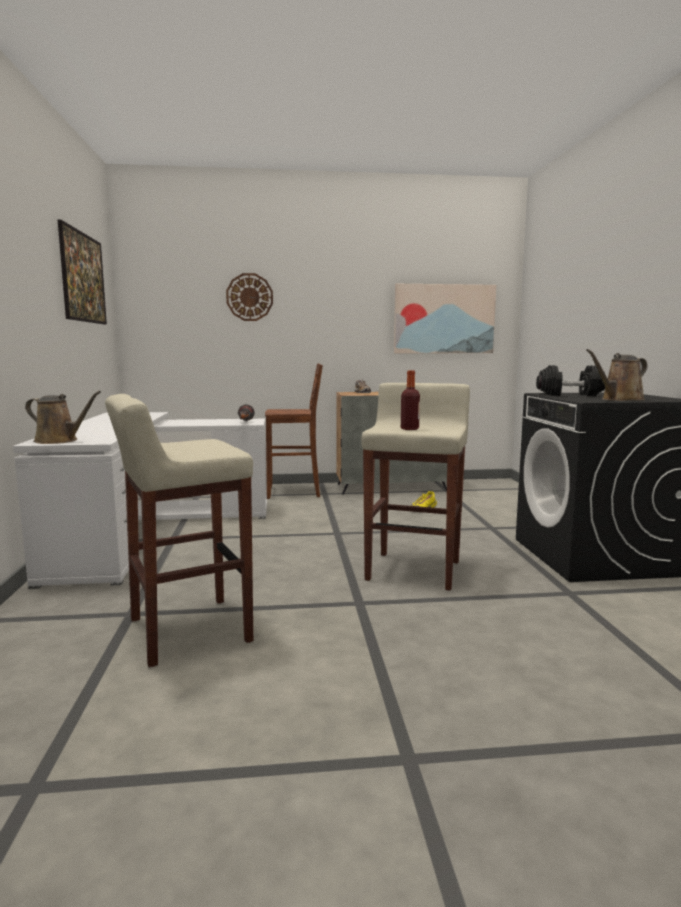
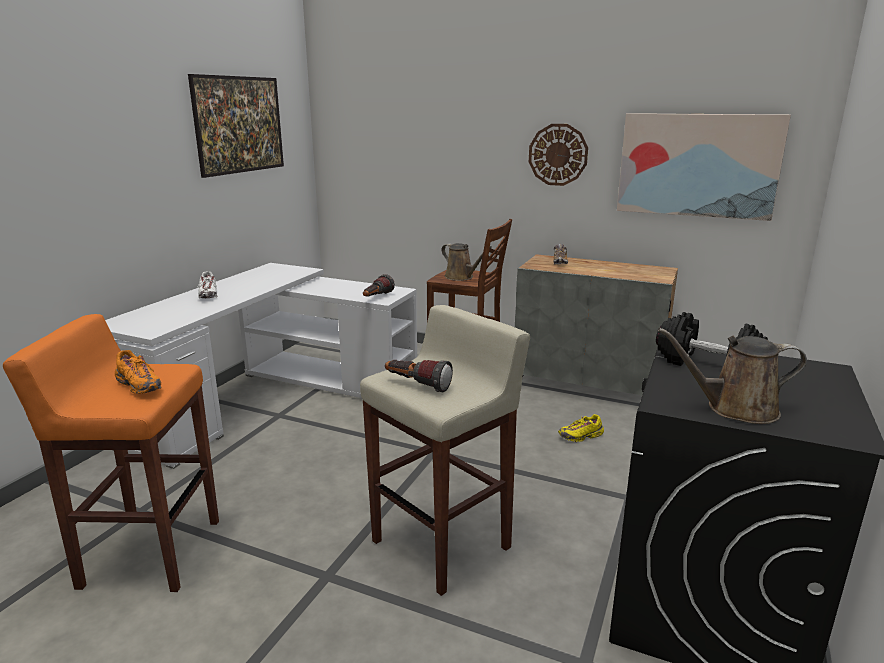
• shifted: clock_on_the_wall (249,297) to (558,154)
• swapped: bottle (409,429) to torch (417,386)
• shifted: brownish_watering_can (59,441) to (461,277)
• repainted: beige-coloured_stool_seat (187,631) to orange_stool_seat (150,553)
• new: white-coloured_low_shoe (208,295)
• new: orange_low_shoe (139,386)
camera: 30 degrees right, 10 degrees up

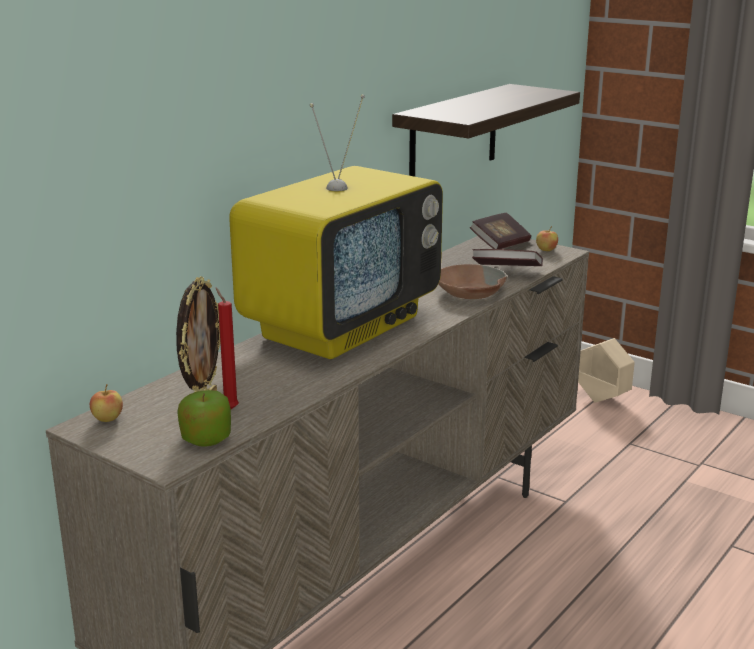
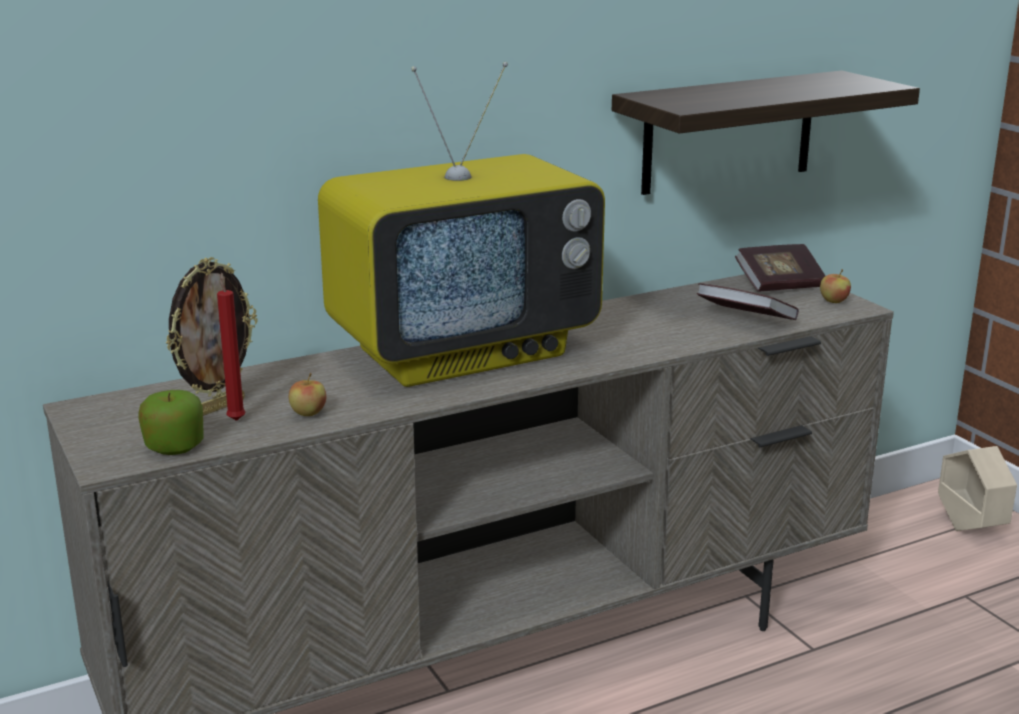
• gone: brownish_serving_bowl (469,292)
• shifted: apple_fruit (107,419) to (308,413)
camera: 25 degrees right, 0 degrees up

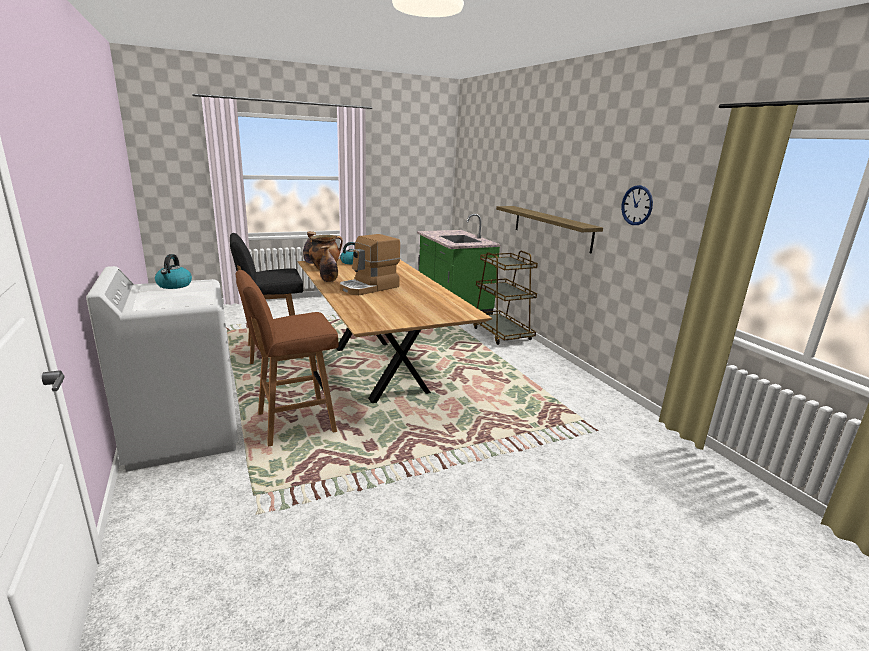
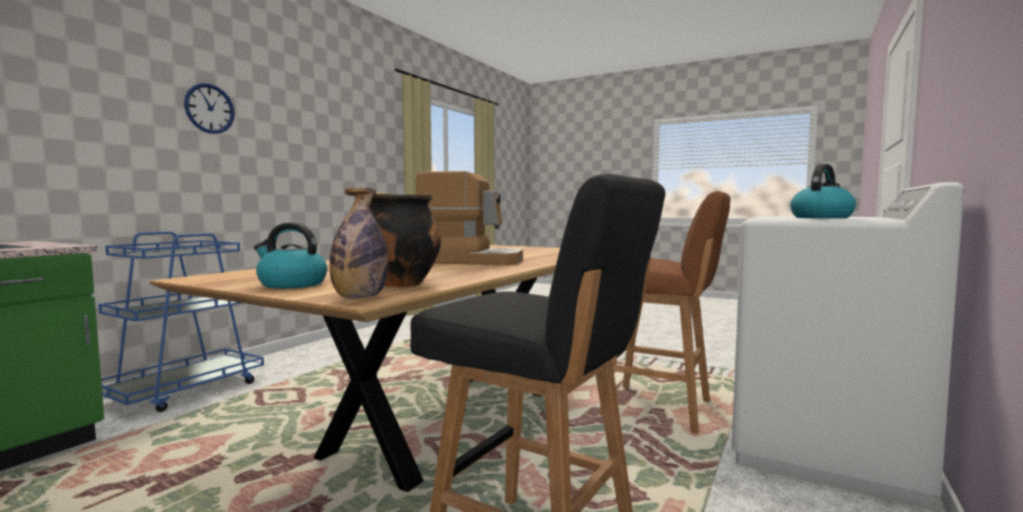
• shifted: clock_on_the_wall (637,205) to (209,108)
• gone: shelf (551,228)
• gone: bottle (329,281)
• repainted: brownish_cart (501,333) to blue-coloured_cart (185,391)
camera: 125 degrees left, 15 degrees down

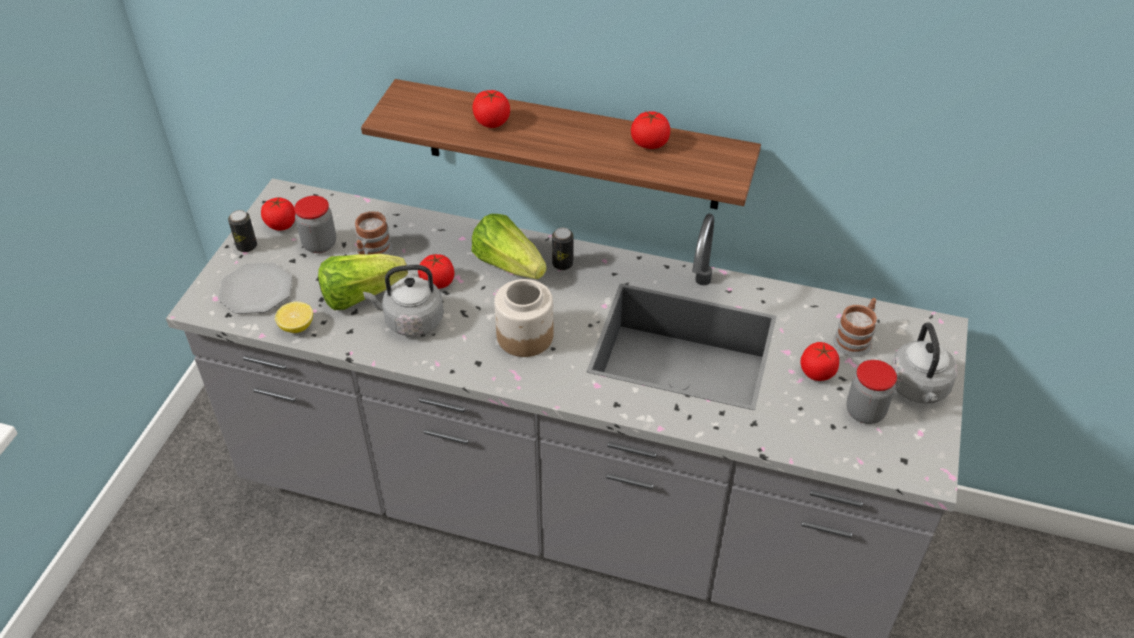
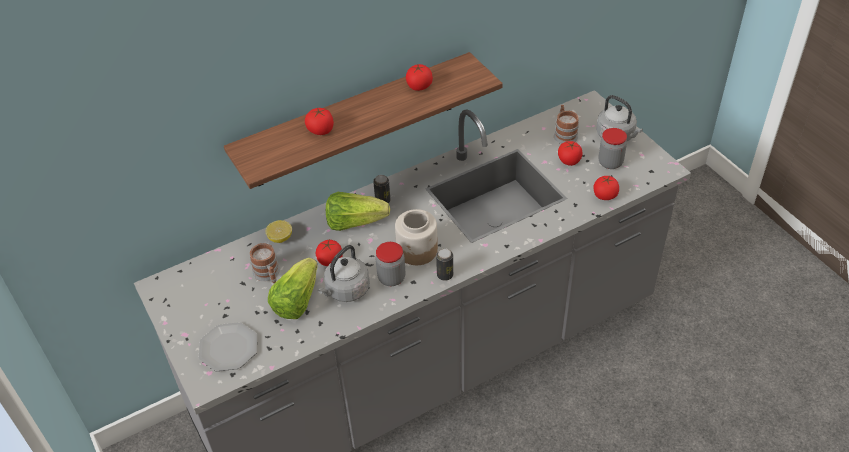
• shifted: preserve_jar (319,244) to (391,278)
• shifted: fresh_tomato (281,224) to (605,195)
• shifted: metal_can (247,246) to (445,275)
• shifted: whole_lemon (297,327) to (280,238)
camera: 45 degrees left, 0 degrees up

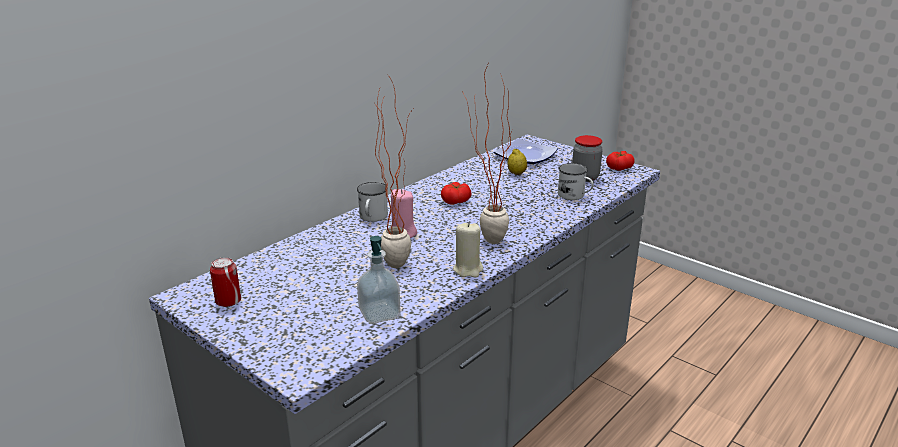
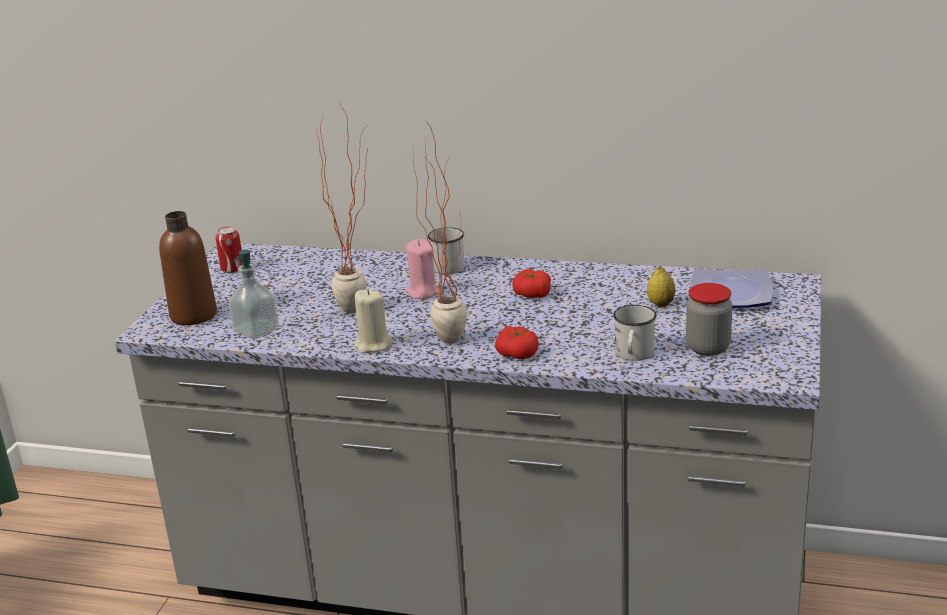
• shifted: fresh_tomato (619,168) to (517,353)
• new: brownish_bottle (193,315)
camera: 65 degrees right, 0 degrees up

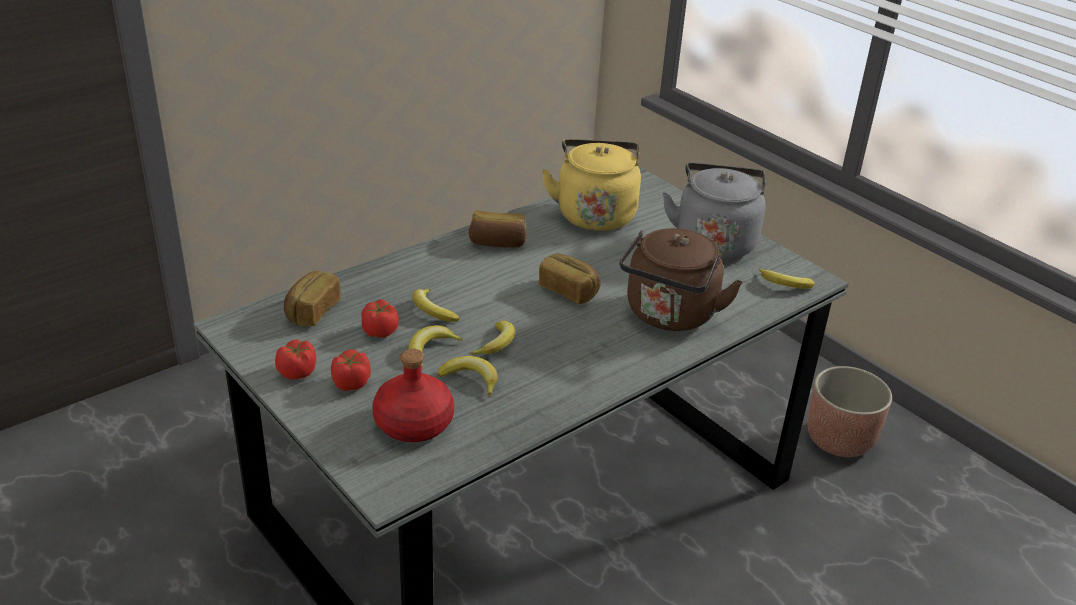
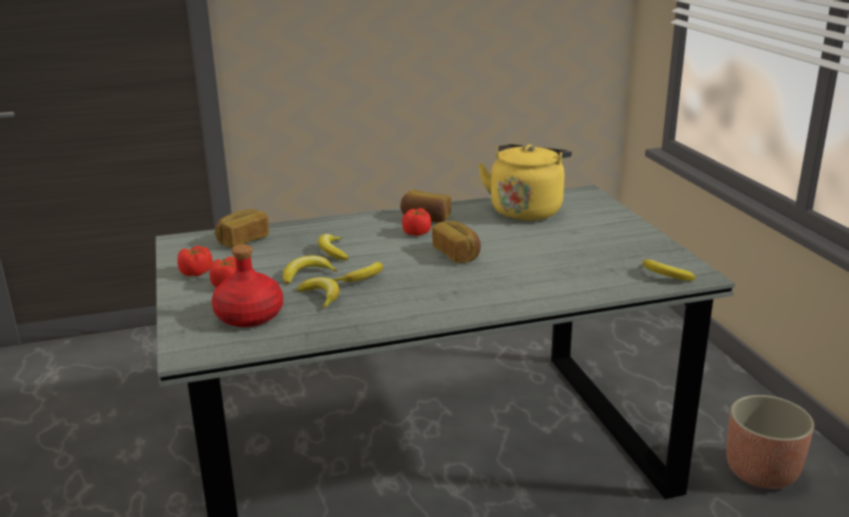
• gone: greyish_kettle (714,241)
• gone: brownish_kettle (669,316)
• shifted: fresh_tomato (380,331) to (417,233)
camera: 25 degrees right, 10 degrees down

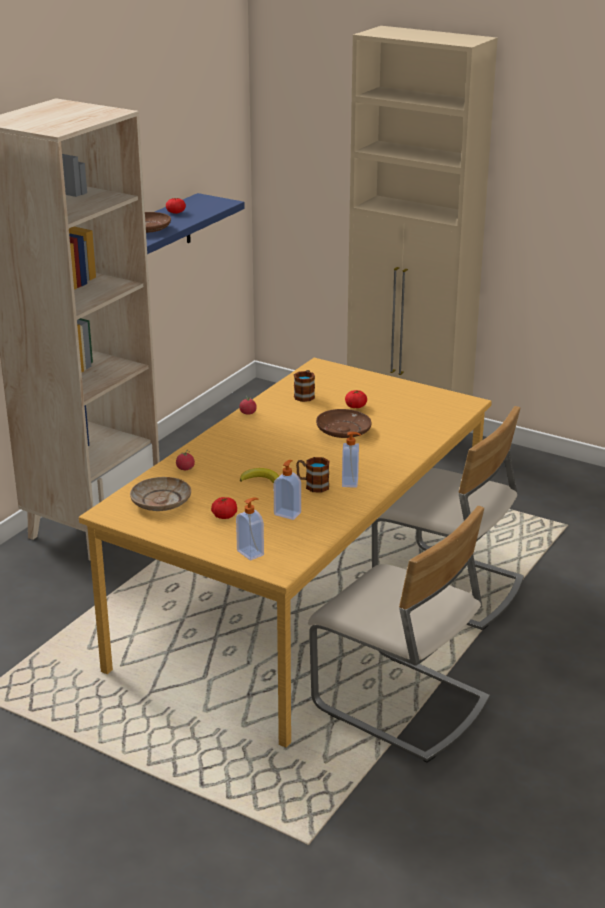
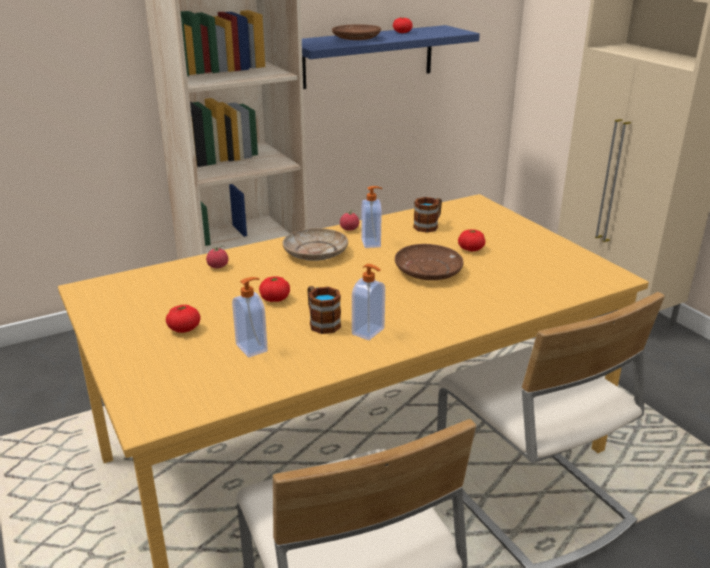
• swapped: banana (260,479) to fresh_tomato (275,299)
• shifted: beige-coloured_flat_dish (161,502) to (315,252)
• shifted: soap_dispenser (251,553) to (372,243)
camera: 30 degrees right, 0 degrees up

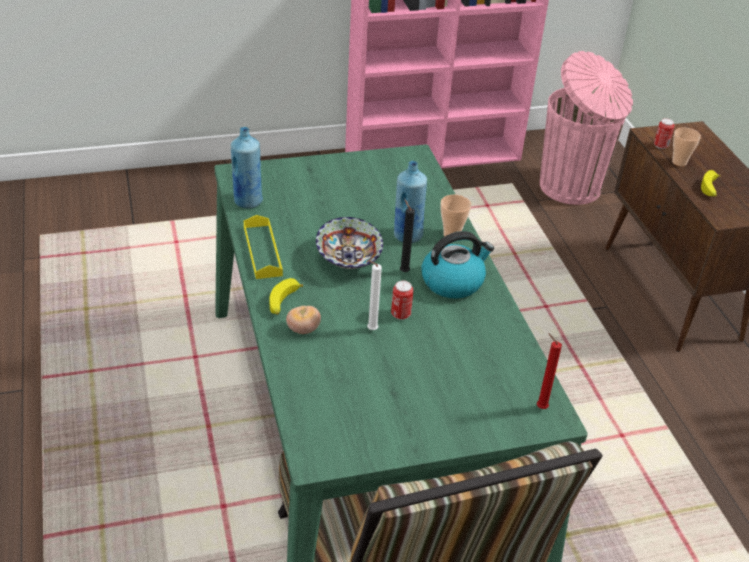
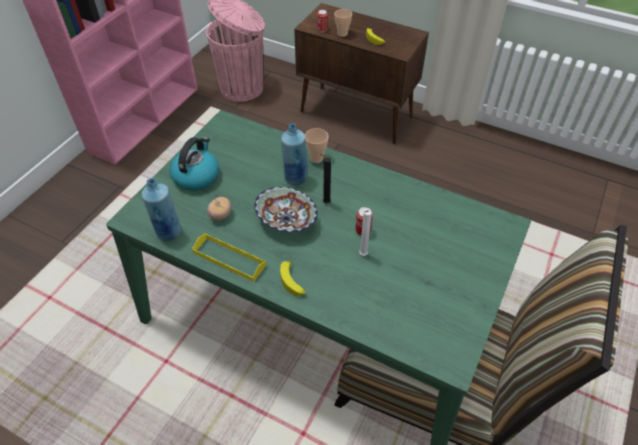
• shifted: kettle (453,281) to (196,176)
• shifted: fresh_tomato (303,329) to (220,215)
• gone: red-coloured_candle (540,407)
camera: 45 degrees left, 10 degrees up

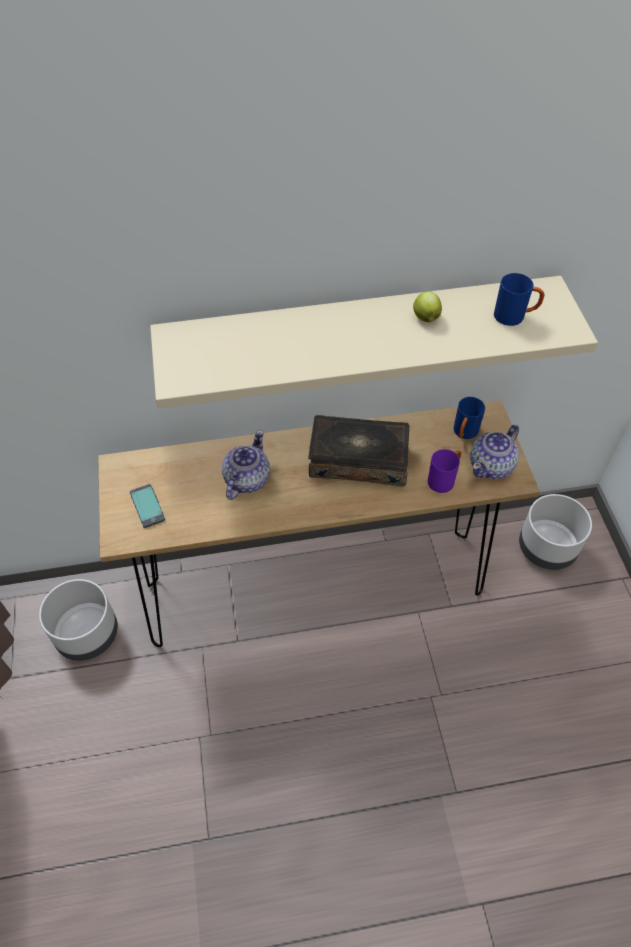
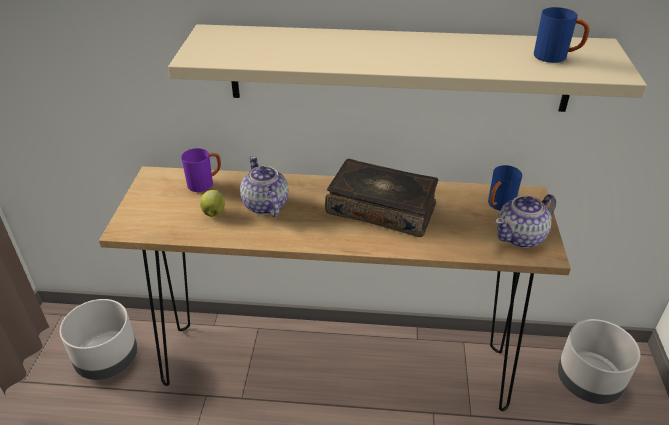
• shifted: apple_fruit (425,317) to (214,212)
• rotated: pot_for_tea (246,480) = (265,205) 60 degrees counterclockwise
• shifted: purplish_mug (444,479) to (205,183)
• gone: telephone (147,506)
camera: 15 degrees right, 15 degrees down

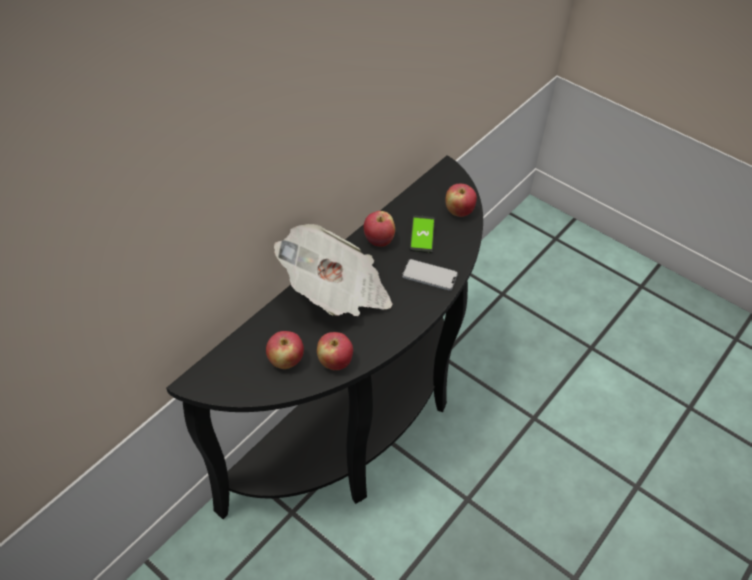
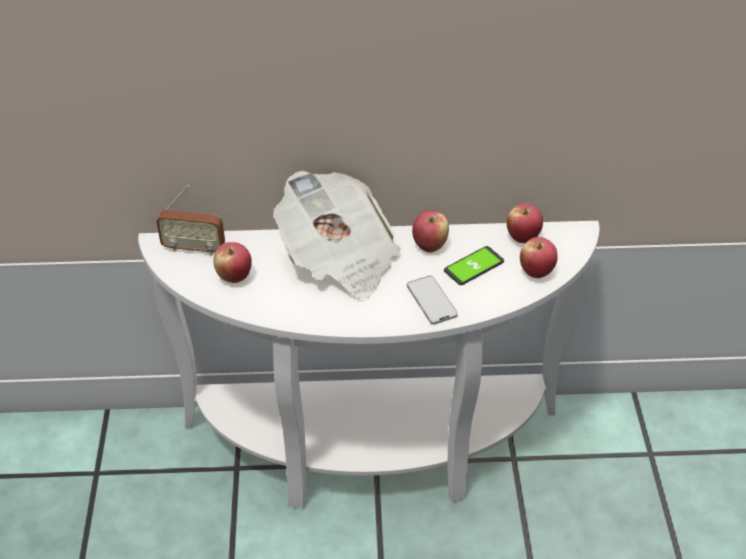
• repainted: black_narrow_table (363,424) to white-coloured_narrow_table (372,453)
• shifted: apple_fruit (334,362) to (522,237)
• new: radio_receiver (194,248)
camera: 50 degrees right, 5 degrees down

